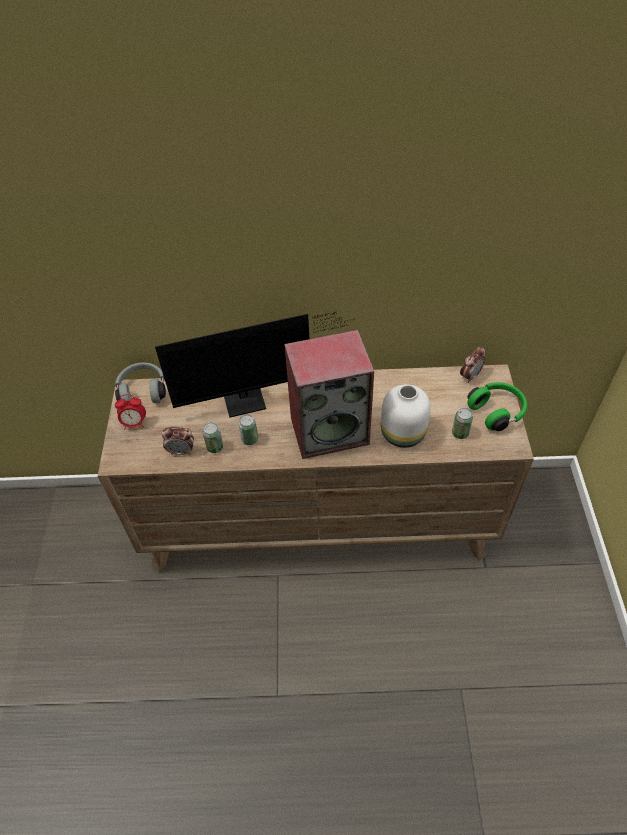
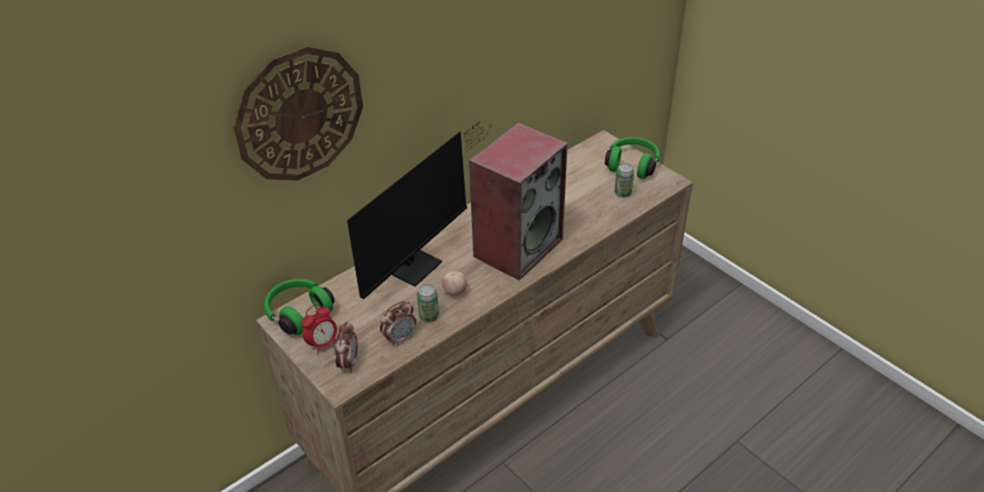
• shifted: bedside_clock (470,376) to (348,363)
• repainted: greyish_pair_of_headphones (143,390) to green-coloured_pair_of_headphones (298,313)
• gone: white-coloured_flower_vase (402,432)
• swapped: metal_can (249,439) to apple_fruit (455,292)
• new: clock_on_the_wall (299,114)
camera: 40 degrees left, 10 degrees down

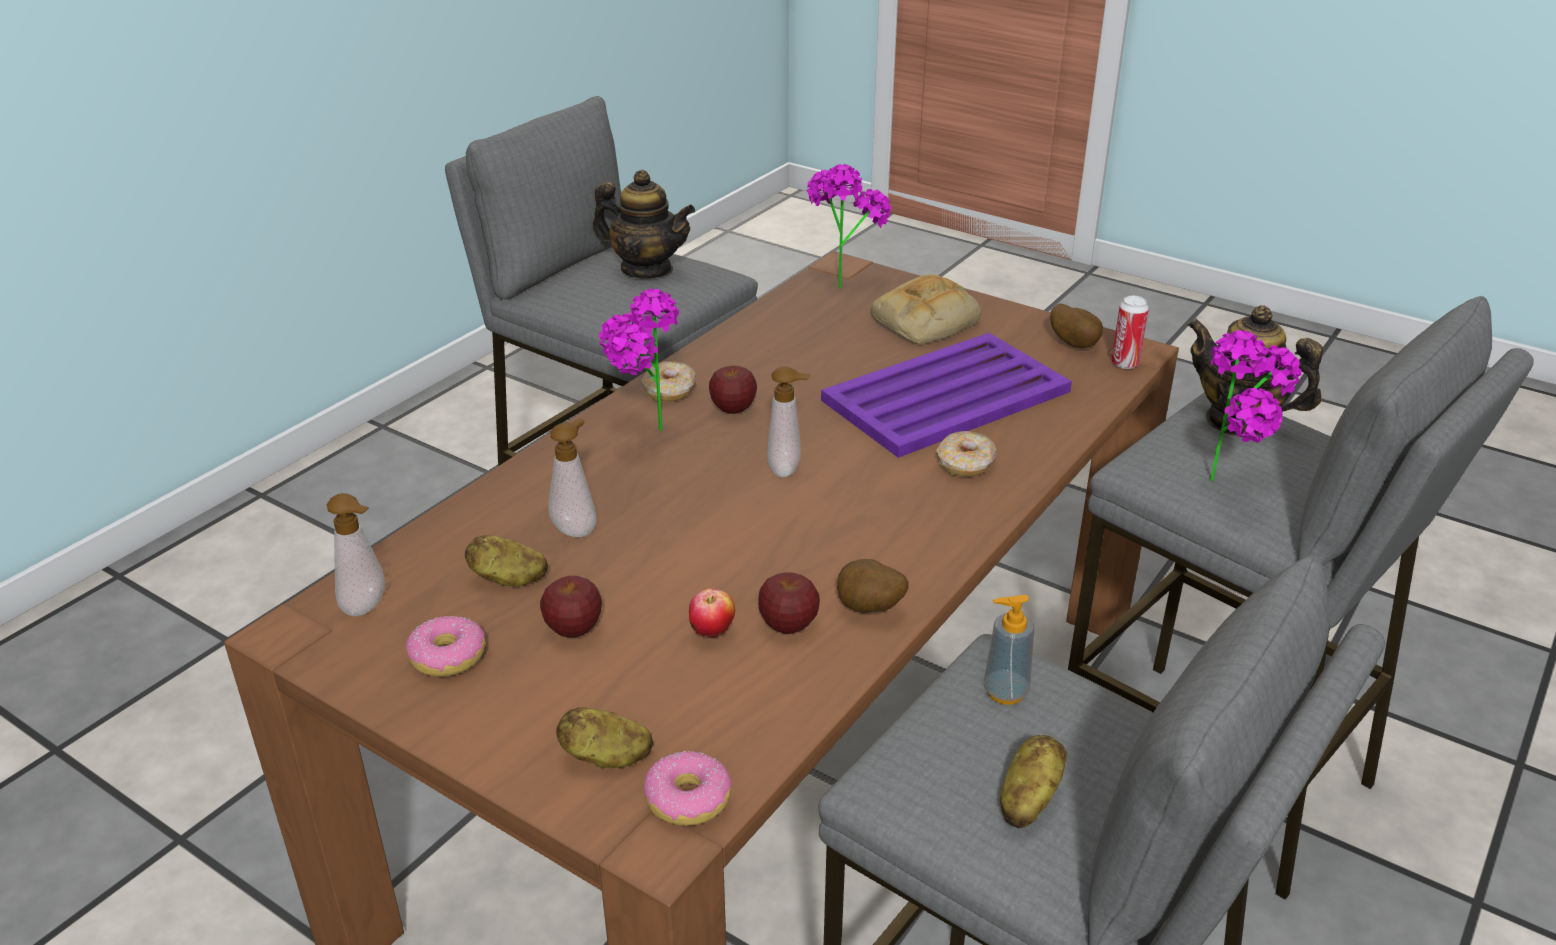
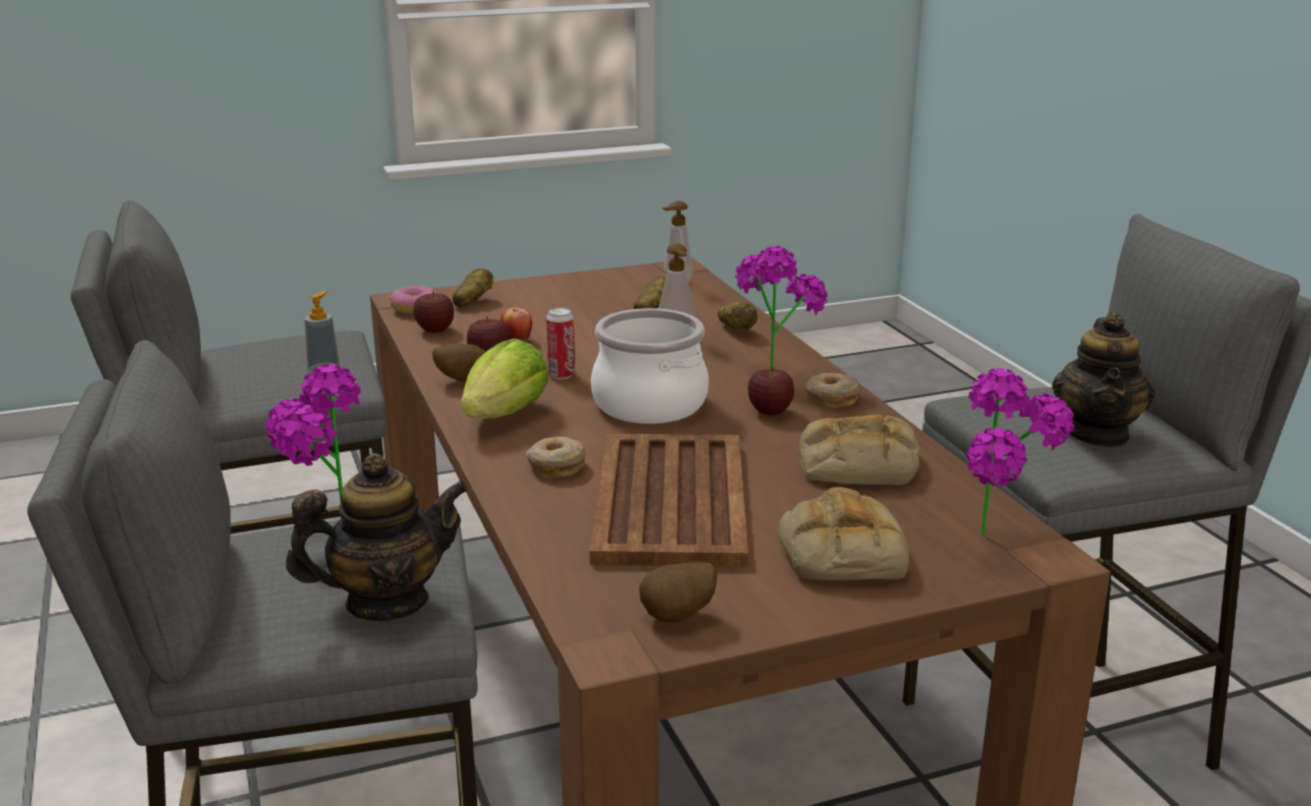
• rotated: pot_for_tea (646,269) = (1097,433) 45 degrees counterclockwise
• shifted: metal_can (1124,363) to (561,375)
• repainted: purplish_tray (944,396) to brownish_tray (671,499)
• swapped: soap_dispenser (788,470) to stockpot (650,404)
• shifted: apple_fruit (574,629) to (435,330)
• gone: ring_doughnut (448,656)
• shifted: spud (1027,799) to (737,330)
• new: lettuce_head (506,415)
• new: bakery_bread (856,465)
camera: 125 degrees right, 10 degrees down

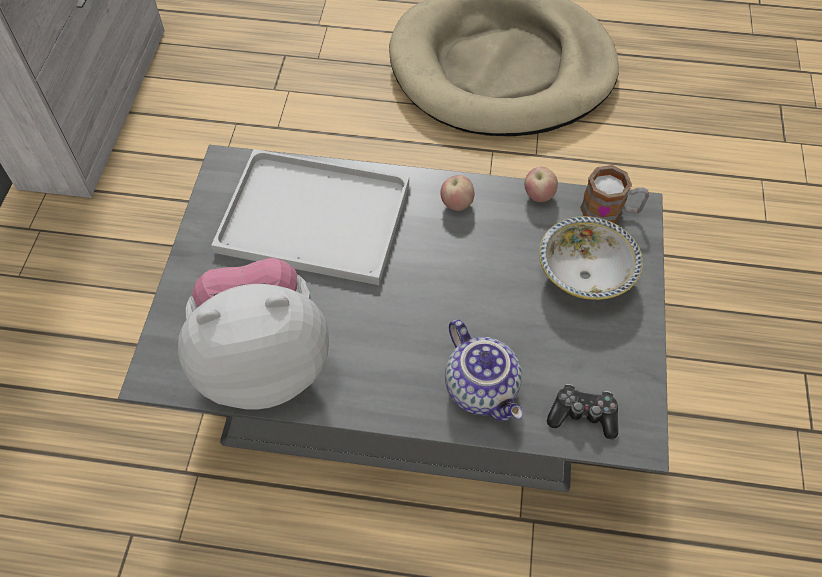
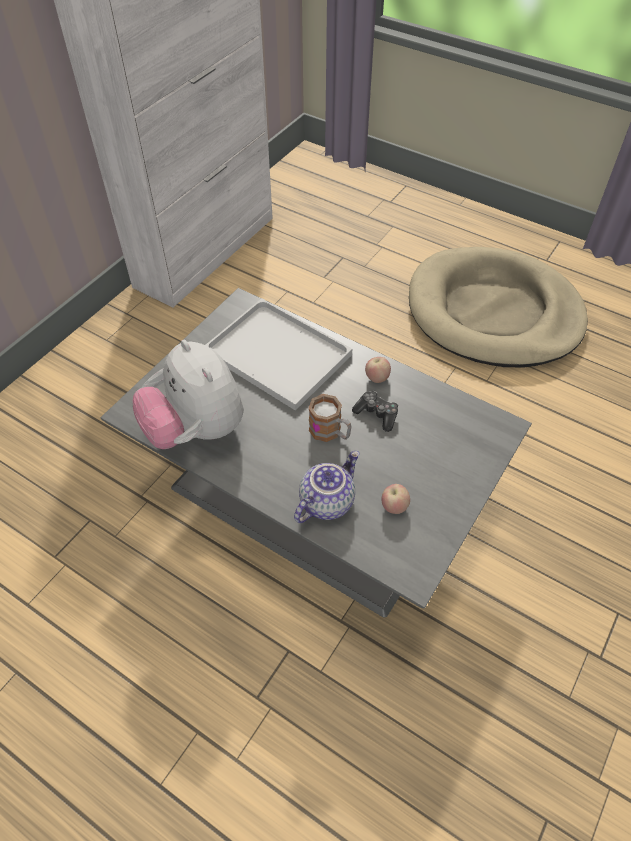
• shifted: mug (610,212) to (330,432)
• shifted: apple_fruit (538,195) to (394,506)
• gone: serving_bowl (584,275)
• rotated: soft_toy (263,362) = (196,429) 135 degrees counterclockwise
• rotated: pot_for_tea (483,389) = (326,501) 135 degrees counterclockwise
• shifted: game_controller (583,415) to (377,414)
camera: 25 degrees right, 5 degrees down

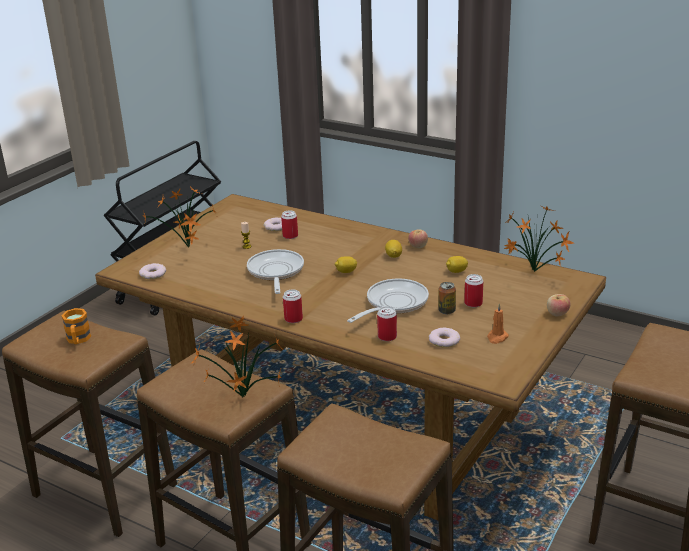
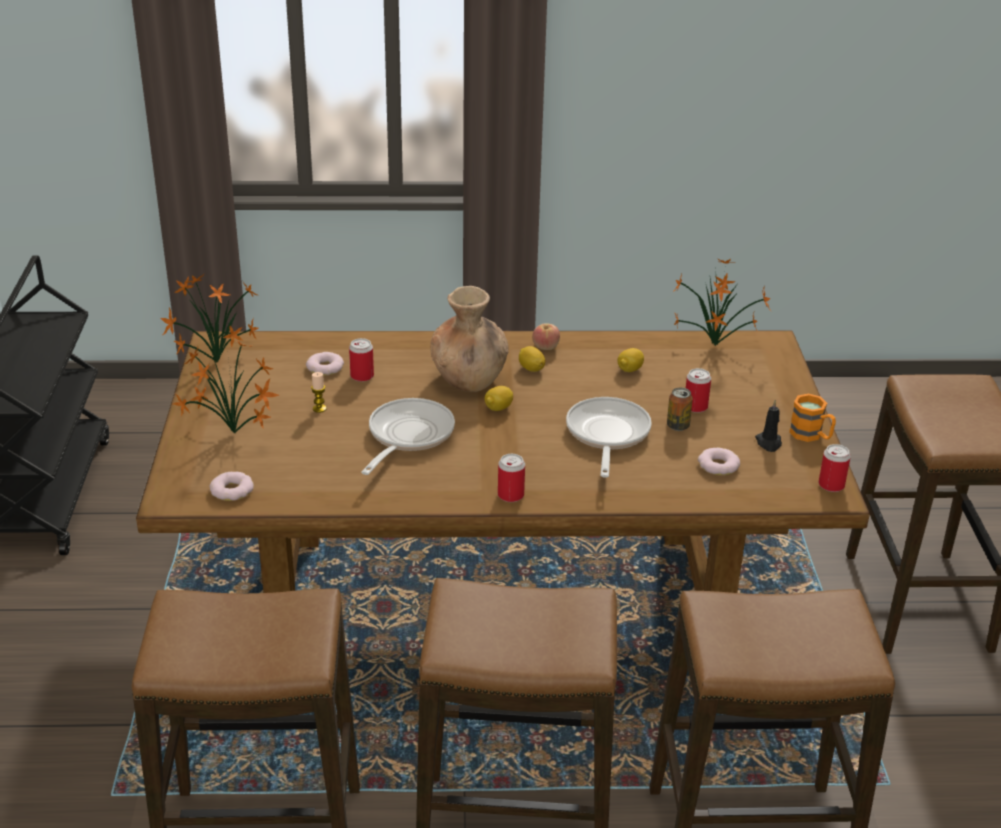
• rotated: skillet (275,273) = (407,436) 60 degrees clockwise
• gone: apple_fruit (557,314)
• repainted: orange_candle (497,338) to black_candle (769,443)
• shifted: metal_can (387,337) to (831,485)
• shifted: orange_mug (78,340) to (811,435)
• shifted: plant_in_a_pot (240,397) to (214,363)
• new: brownish_flower_vase (469,379)
camera: 35 degrees left, 5 degrees up

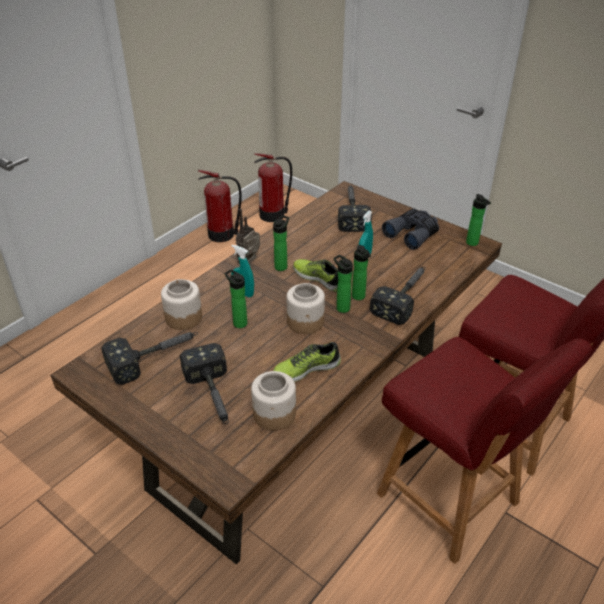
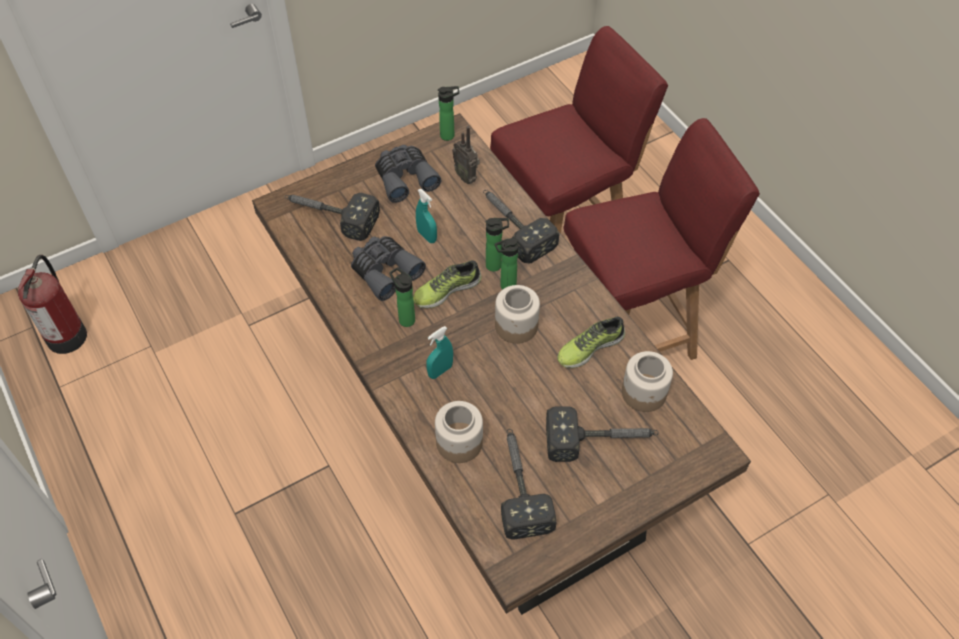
• gone: fire-fighting_cylinder (223,234)
• shifted: radio_receiver (250,263) to (467,177)
• gone: bottle (238,322)
• rotated: low_shoe (306,369) = (589,347) 60 degrees clockwise
• new: greyish_pair_of_binoculars (384,271)
camera: 70 degrees left, 15 degrees up

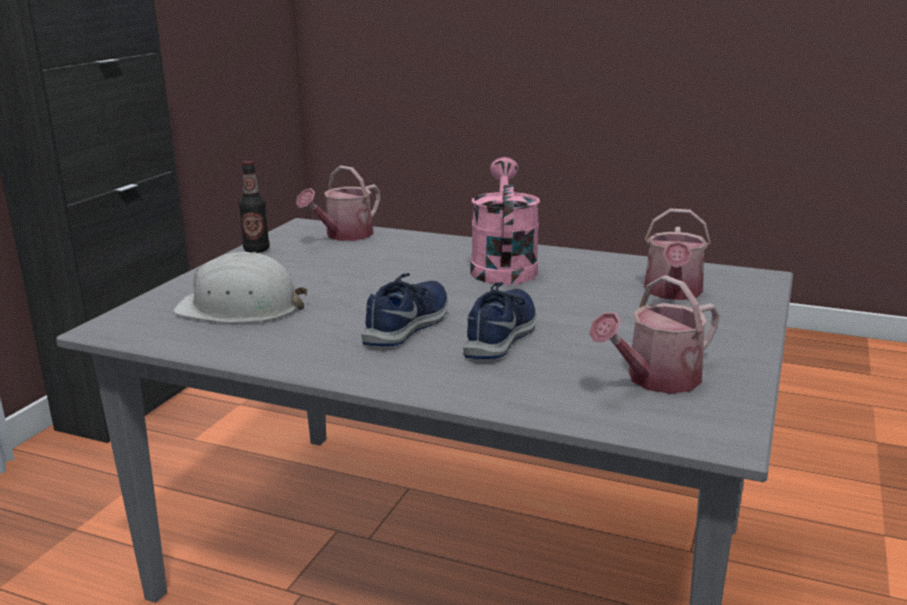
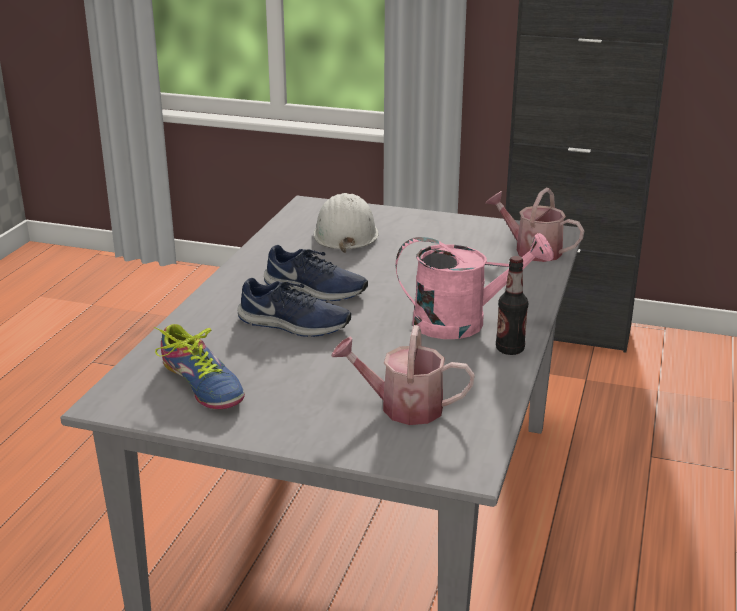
• shifted: bottle (256,250) to (510,349)
• swapped: watering_can (655,380) to low_shoe (203,384)
camera: 85 degrees right, 5 degrees up

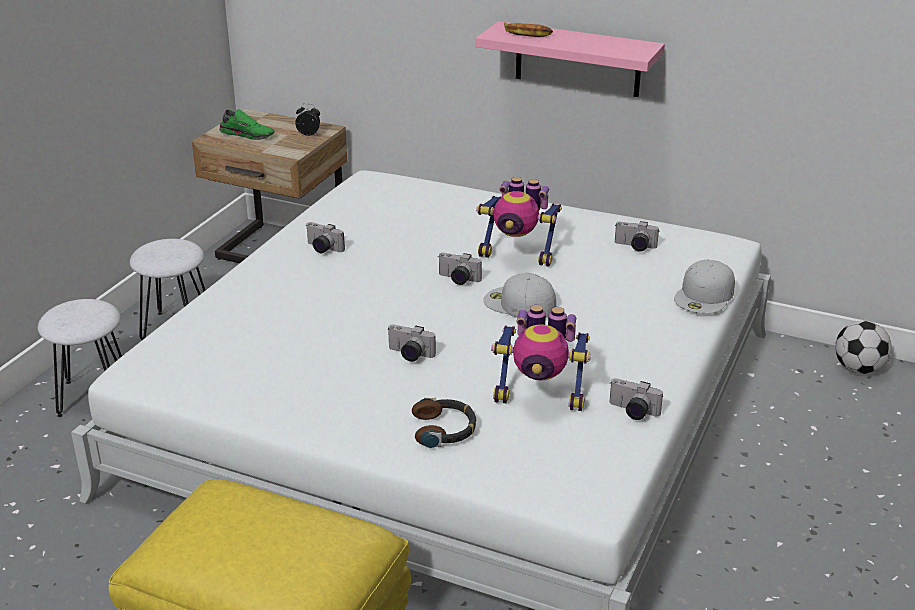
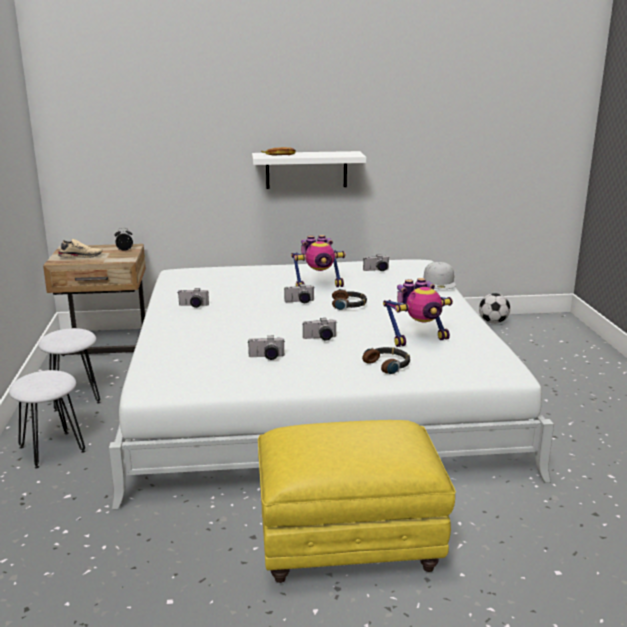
• repainted: pinkish_shelf (577,59) to white-coloured_shelf (306,170)
• repainted: green-coloured_low_shoe (248,134) to beige-coloured_low_shoe (81,256)
• swapped: white-coloured_cap (518,303) to pair_of_headphones (349,304)
• shifted: still_camera (632,412) to (266,357)
camera: 30 degrees left, 10 degrees down

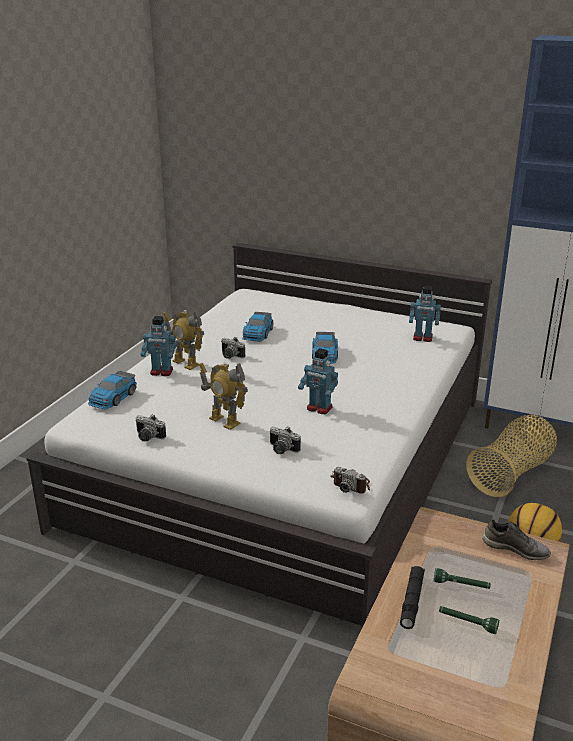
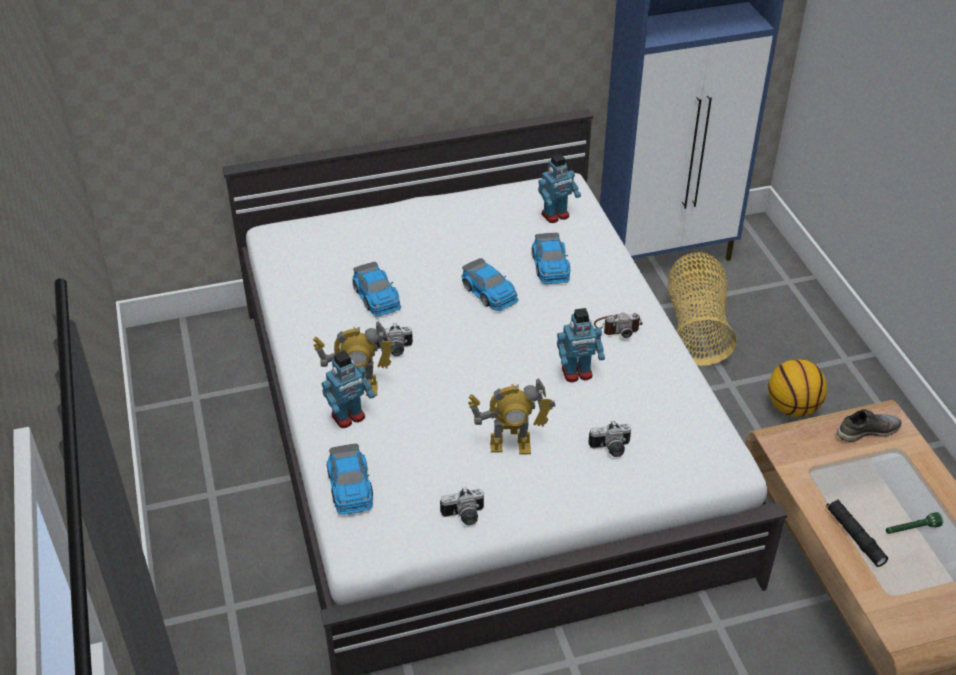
• shifted: still_camera (351,484) to (617,327)
• gone: green-coloured_torch (461,585)
• new: toy_car (550,266)
camera: 40 degrees left, 15 degrees up

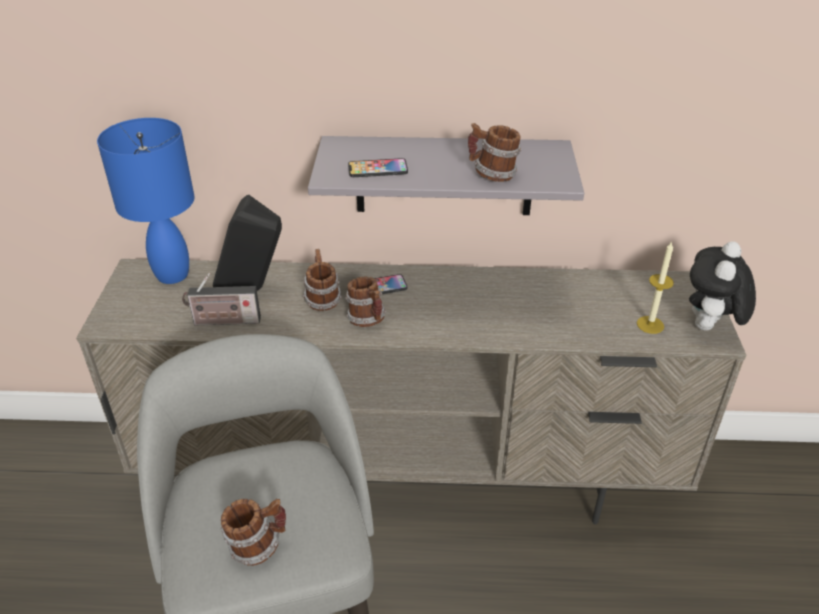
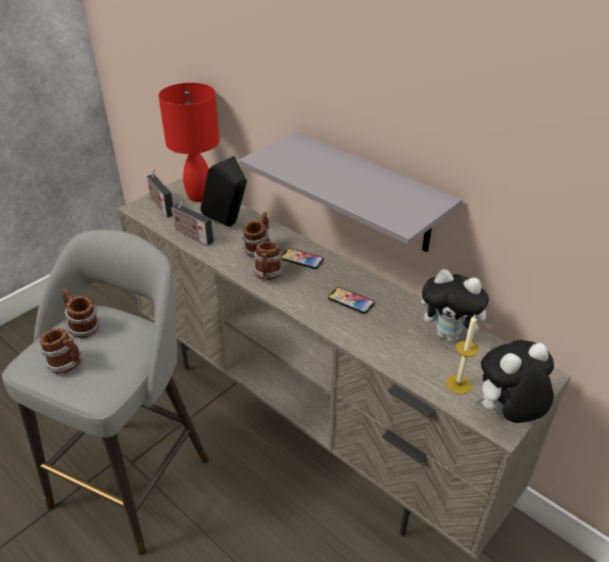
• repainted: blue-coloured_table_lamp (171,275) to red-coloured_table_lamp (198,196)
• shifted: mug (492,175) to (83,328)
• shifted: telephone (377,169) to (351,301)
• new: radio_receiver (160,205)
• new: soft_toy (450,335)
camera: 40 degrees right, 0 degrees up

